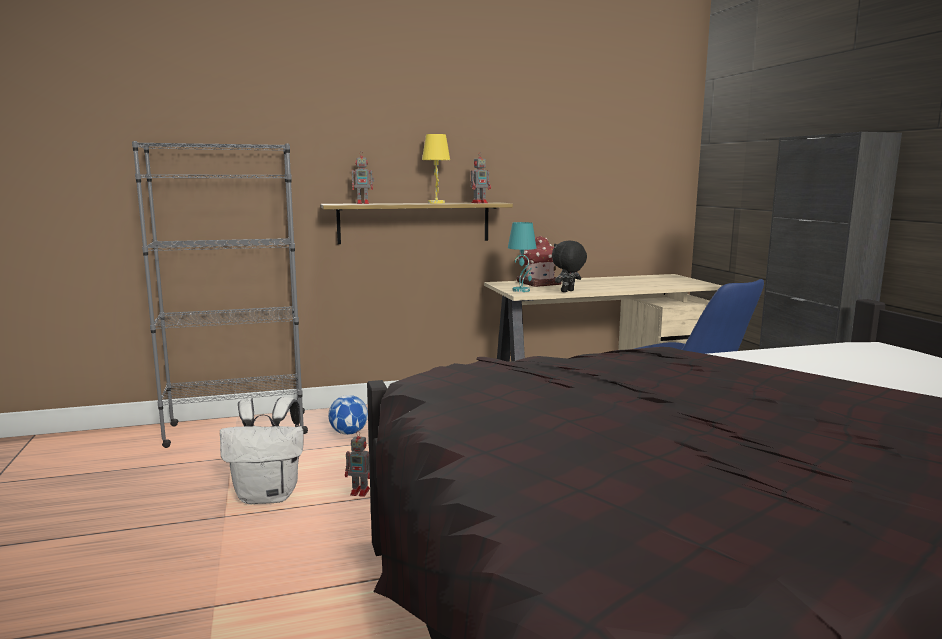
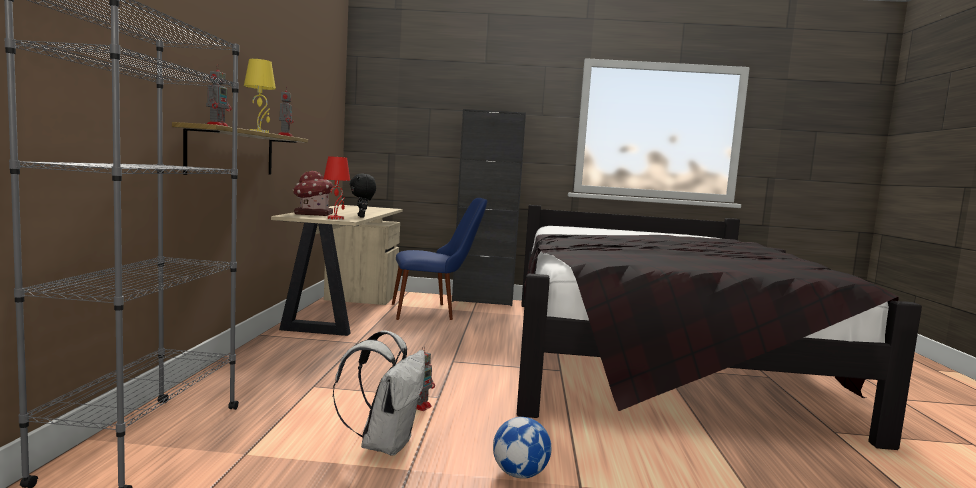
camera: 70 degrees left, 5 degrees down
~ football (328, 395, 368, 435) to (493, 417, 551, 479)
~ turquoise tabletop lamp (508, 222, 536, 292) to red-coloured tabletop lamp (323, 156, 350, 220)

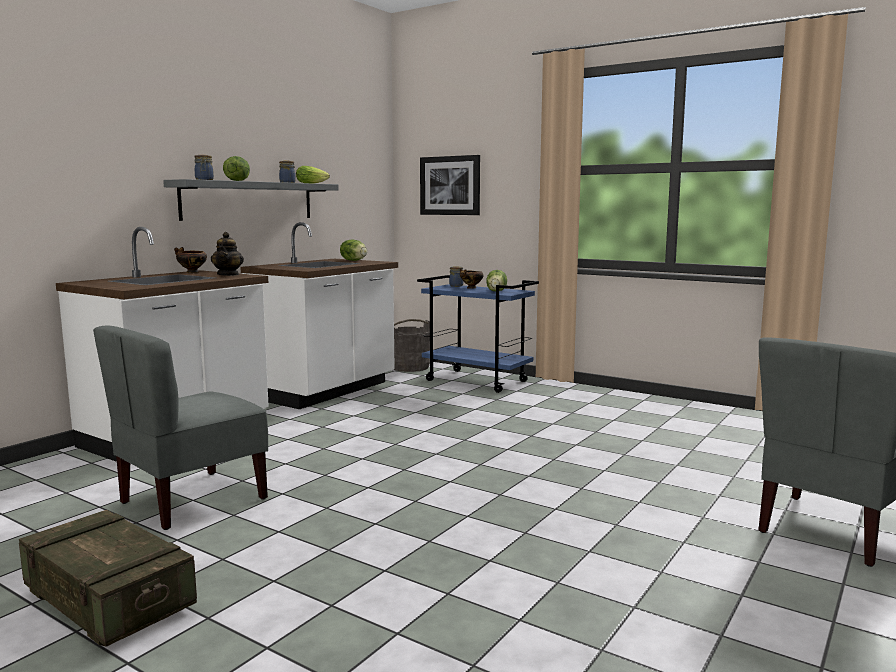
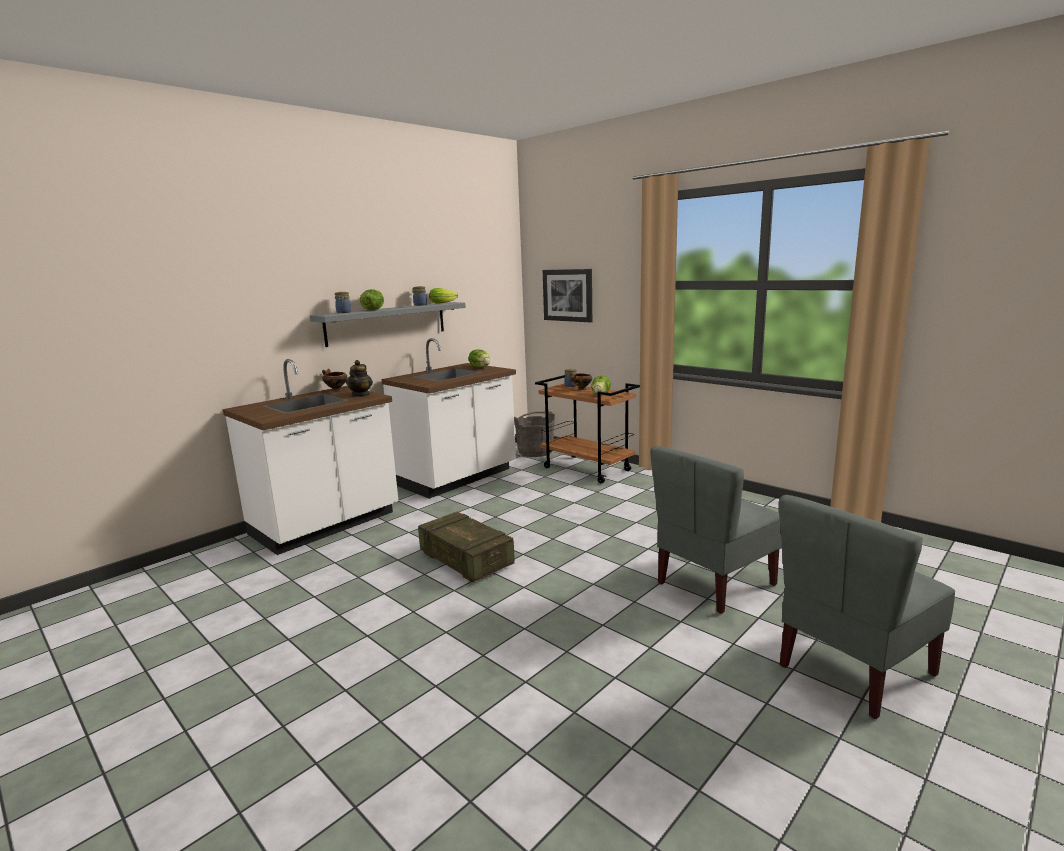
camera: 10 degrees right, 5 degrees up
~ shipping crate (19, 510, 197, 647) to (418, 512, 515, 582)
~ greyish chair (93, 325, 268, 530) to (650, 446, 782, 614)
~ blue wheeled cart (417, 275, 539, 393) to brown-coloured wheeled cart (535, 375, 640, 484)

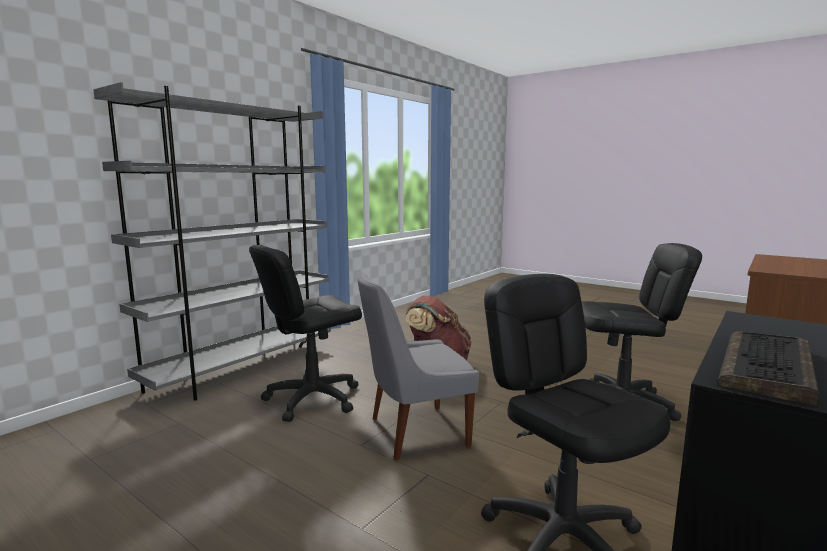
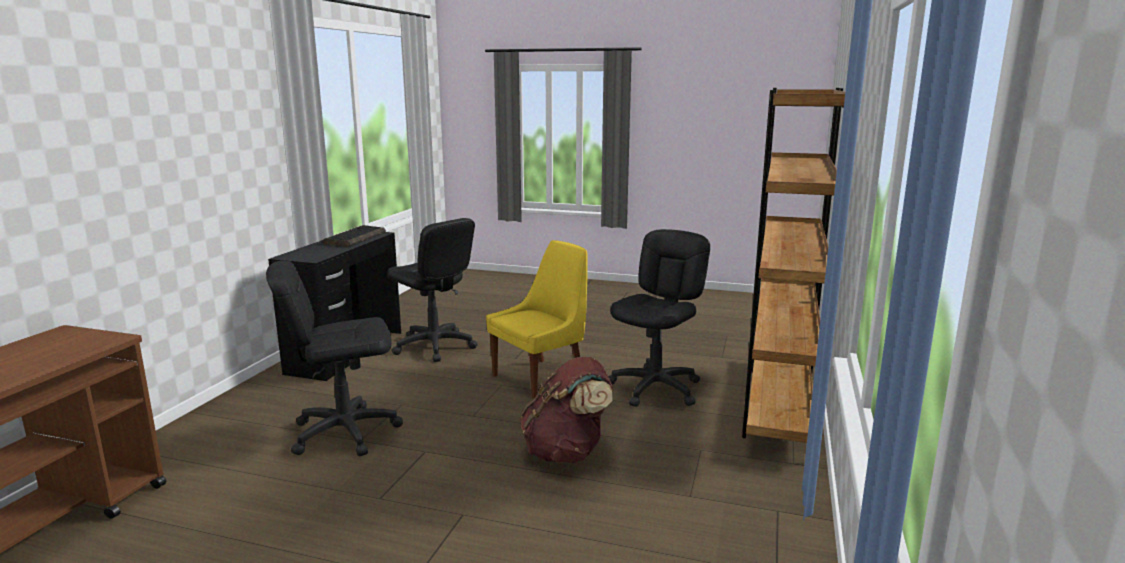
camera: 160 degrees right, 5 degrees up
~ greyish bookshelf (93, 82, 330, 401) to brown-coloured bookshelf (742, 88, 845, 443)
~ greyish chair (358, 272, 479, 460) to yellowish chair (486, 240, 588, 399)

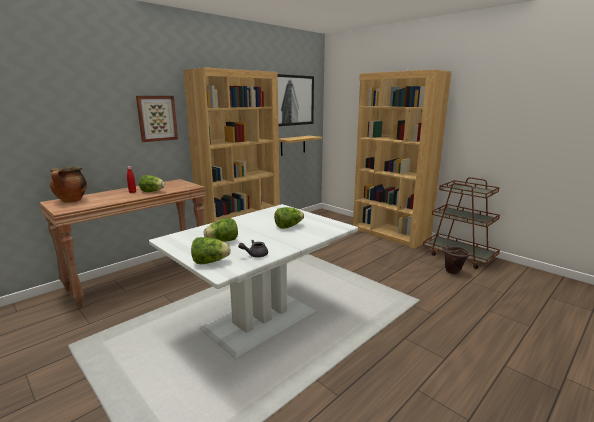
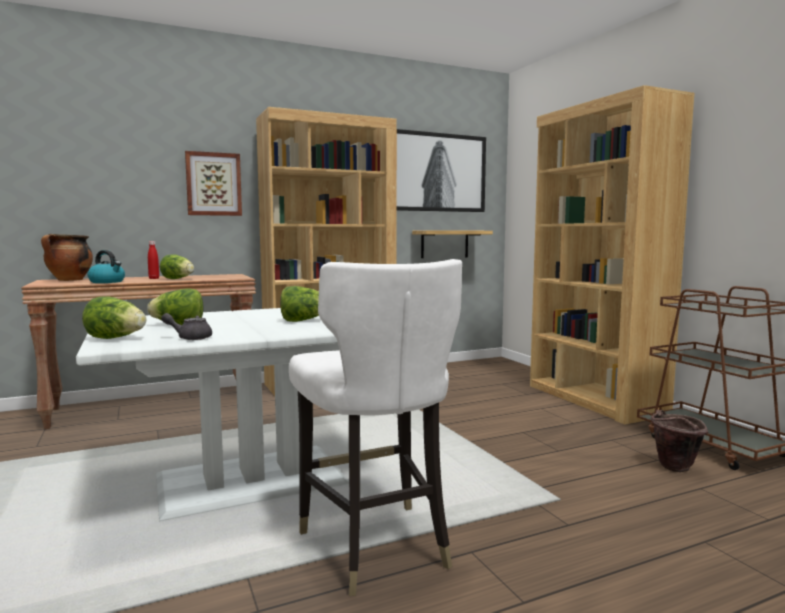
camera: 20 degrees right, 10 degrees down
+ water kettle (87, 250, 125, 283)
+ white chair (289, 259, 462, 596)

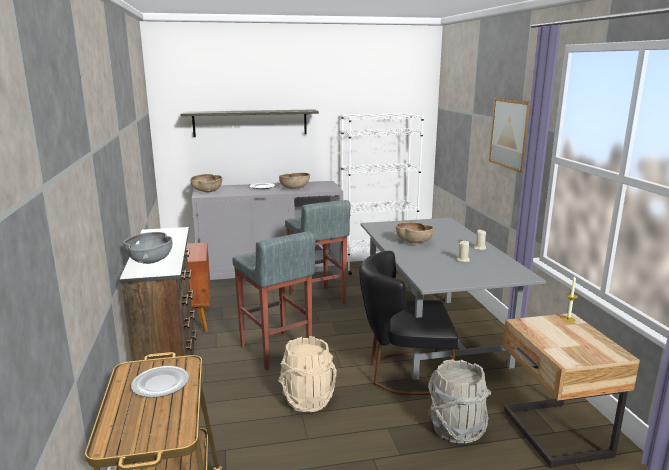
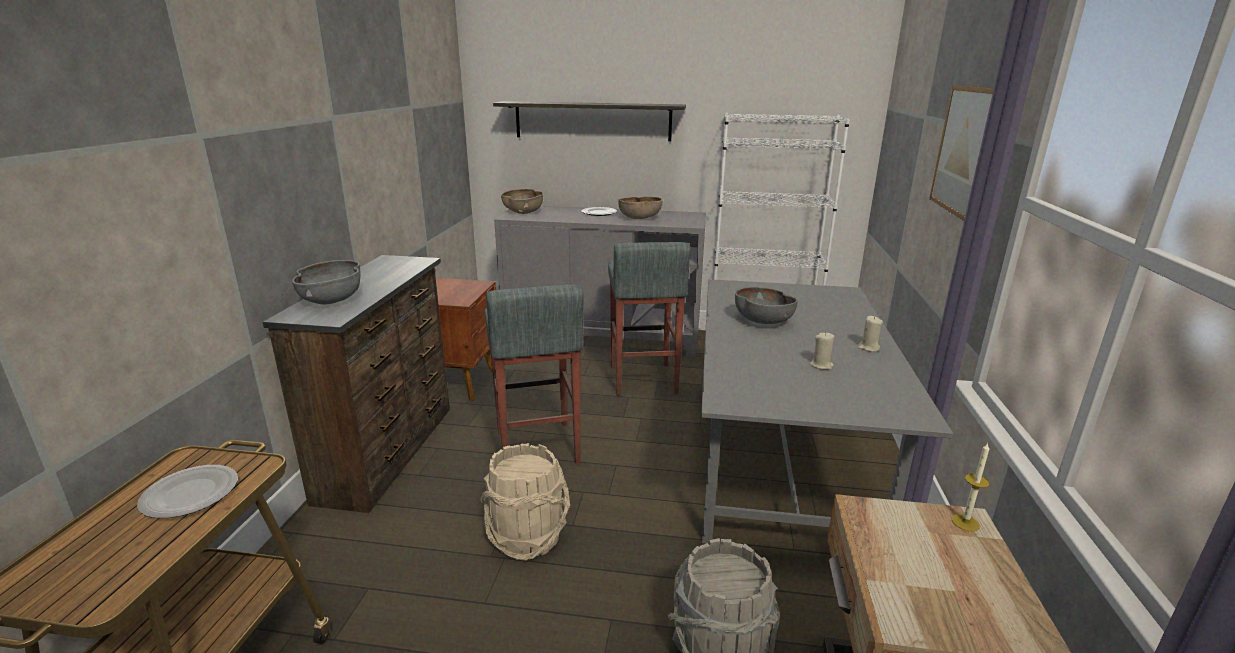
camera: 20 degrees right, 5 degrees up
- black-coloured chair (359, 251, 458, 395)
~ brown-coloured deep dish (396, 222, 434, 243) to greyish deep dish (735, 287, 798, 324)

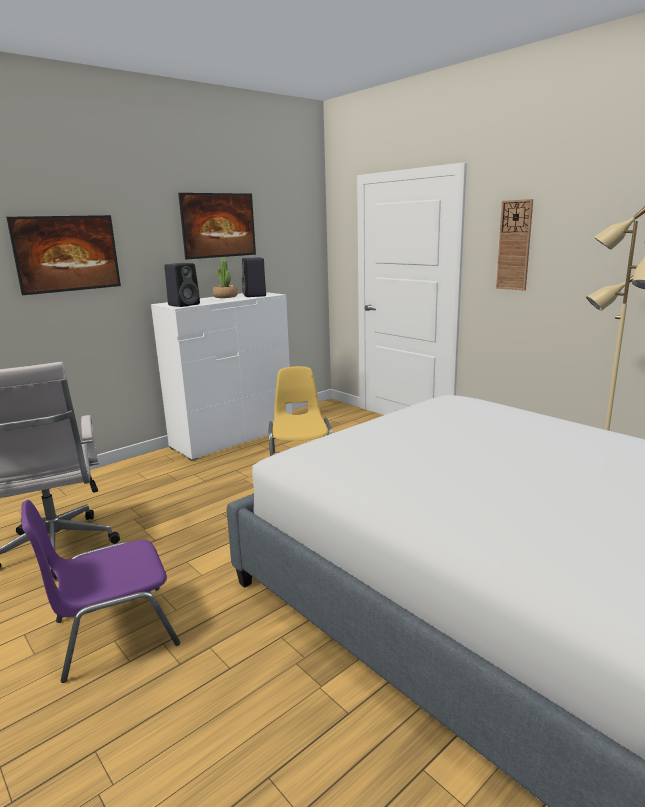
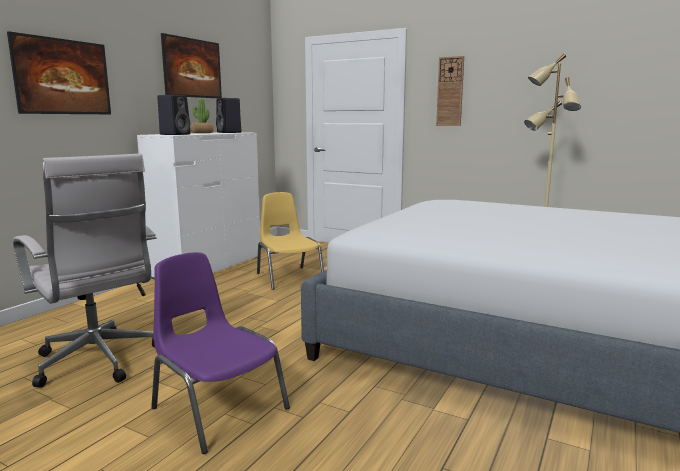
camera: 20 degrees left, 5 degrees down
~ purple-coloured chair (21, 500, 180, 683) = (151, 252, 290, 454) 90 degrees clockwise

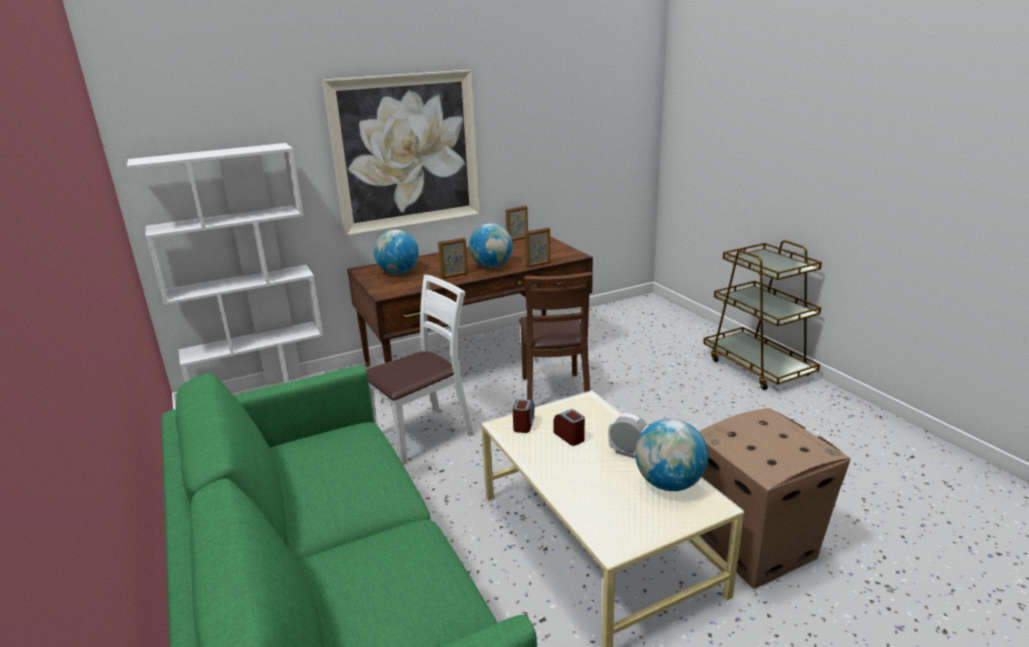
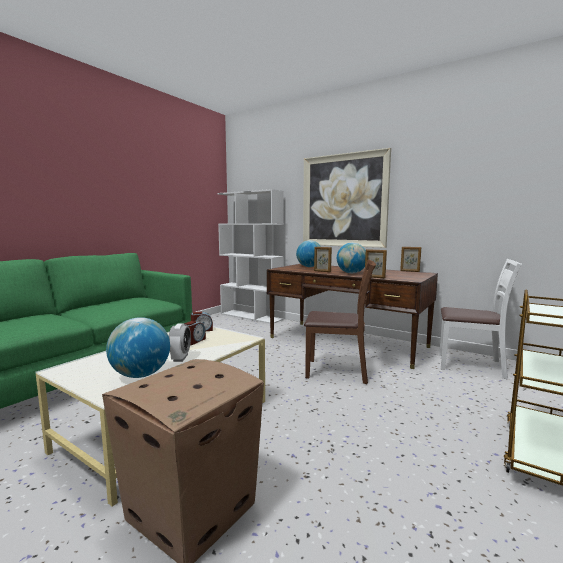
camera: 60 degrees right, 15 degrees down
~ white chair (366, 275, 474, 465) to (439, 259, 522, 379)
~ brown-coloured chair (519, 272, 592, 400) = (304, 260, 376, 384) 135 degrees counterclockwise

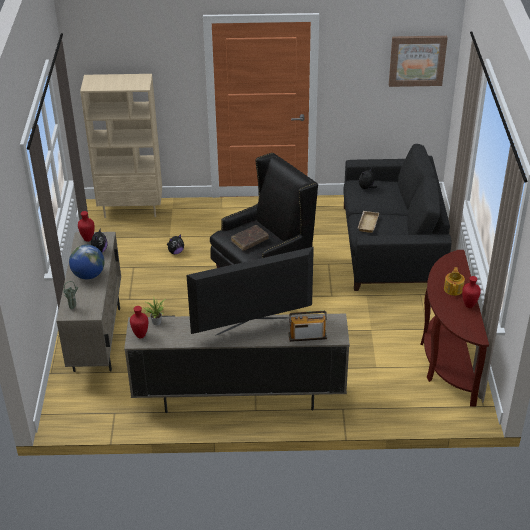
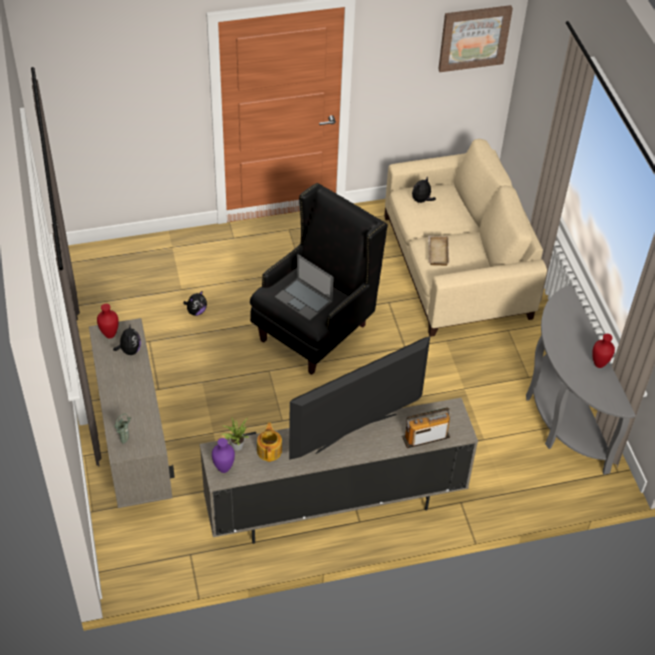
camera: 15 degrees left, 10 degrees up
- globe (69, 245, 105, 279)
- sand-coloured bookshelf (80, 74, 162, 218)
~ red-coloured flower vase (130, 306, 148, 338) to purple-coloured flower vase (212, 438, 235, 473)
~ brown-coloured bound book (231, 225, 269, 251) to portable computer (275, 254, 334, 321)
~ black-coloured settee (343, 144, 452, 291) to sand-coloured settee (384, 139, 547, 337)
~ brown-coloured narrow table (420, 250, 489, 407) to greyish narrow table (526, 285, 636, 475)
~ pot for tea (444, 267, 465, 296) to (257, 423, 282, 462)

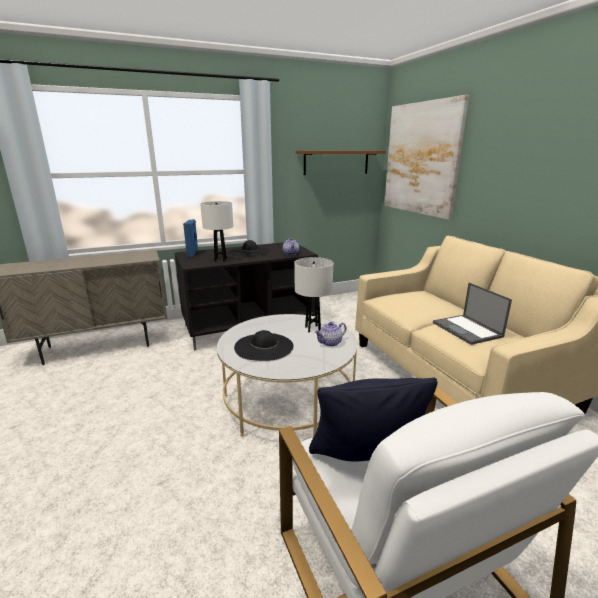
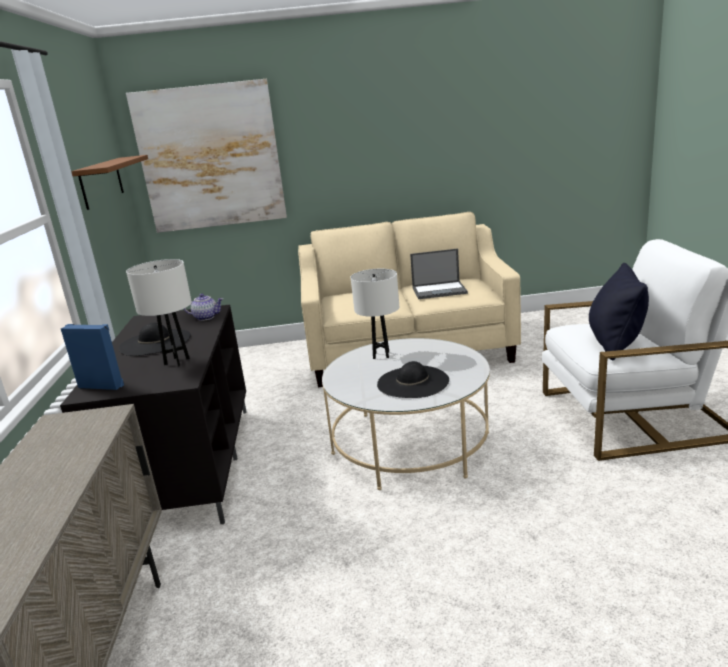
camera: 70 degrees left, 0 degrees up
- pot for tea (314, 322, 347, 347)

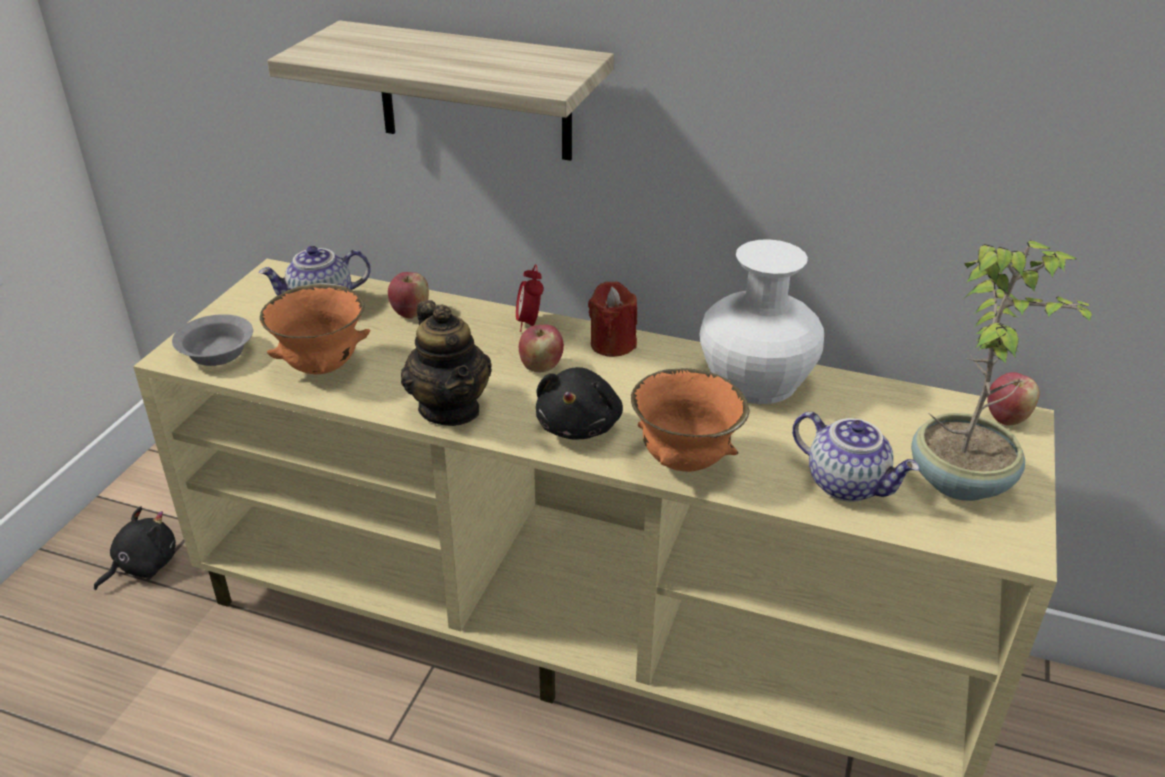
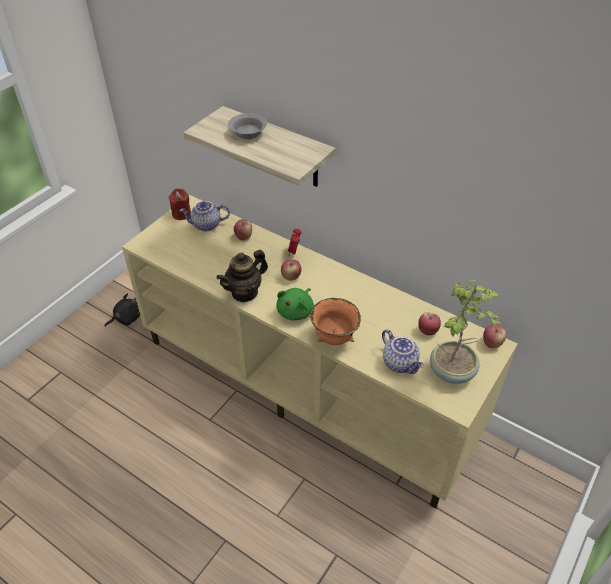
camera: 15 degrees right, 10 degrees up
~ greyish deep dish (172, 314, 253, 366) to (228, 113, 267, 139)
- orange-coloured deep dish (260, 283, 370, 375)
~ pot for tea (401, 300, 492, 426) = (216, 250, 268, 302) 60 degrees clockwise
~ black-coloured plush toy (536, 367, 623, 440) to green plush toy (276, 288, 314, 320)
~ red-coloured wax candle (588, 282, 637, 357) to (168, 188, 191, 220)
- white flower vase (699, 239, 824, 404)
+ apple (418, 312, 441, 335)

